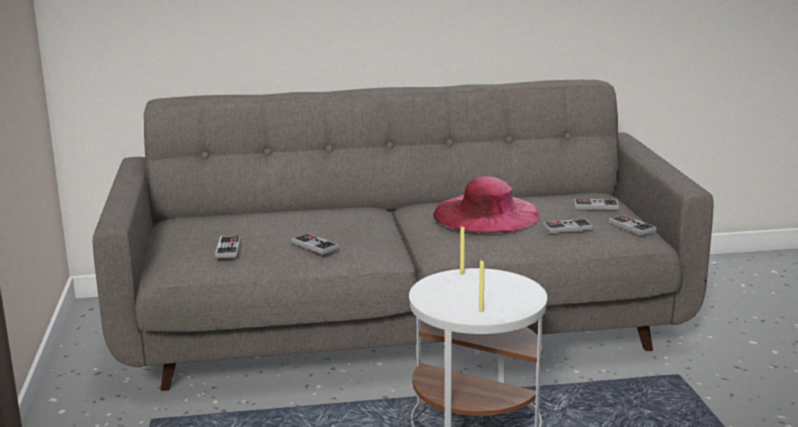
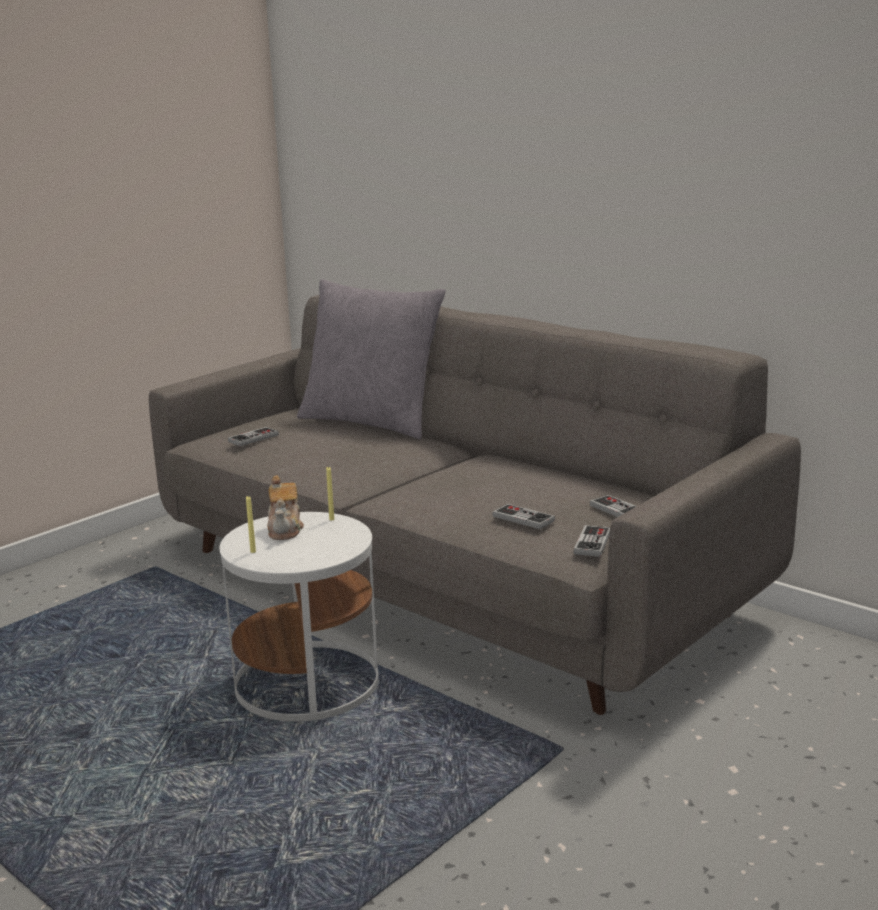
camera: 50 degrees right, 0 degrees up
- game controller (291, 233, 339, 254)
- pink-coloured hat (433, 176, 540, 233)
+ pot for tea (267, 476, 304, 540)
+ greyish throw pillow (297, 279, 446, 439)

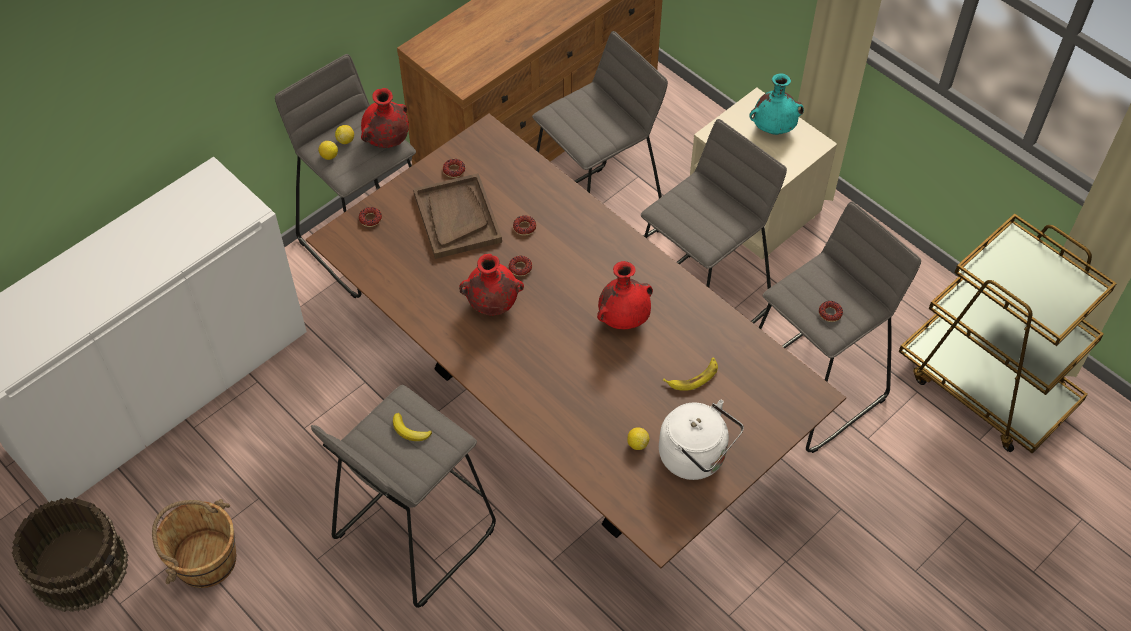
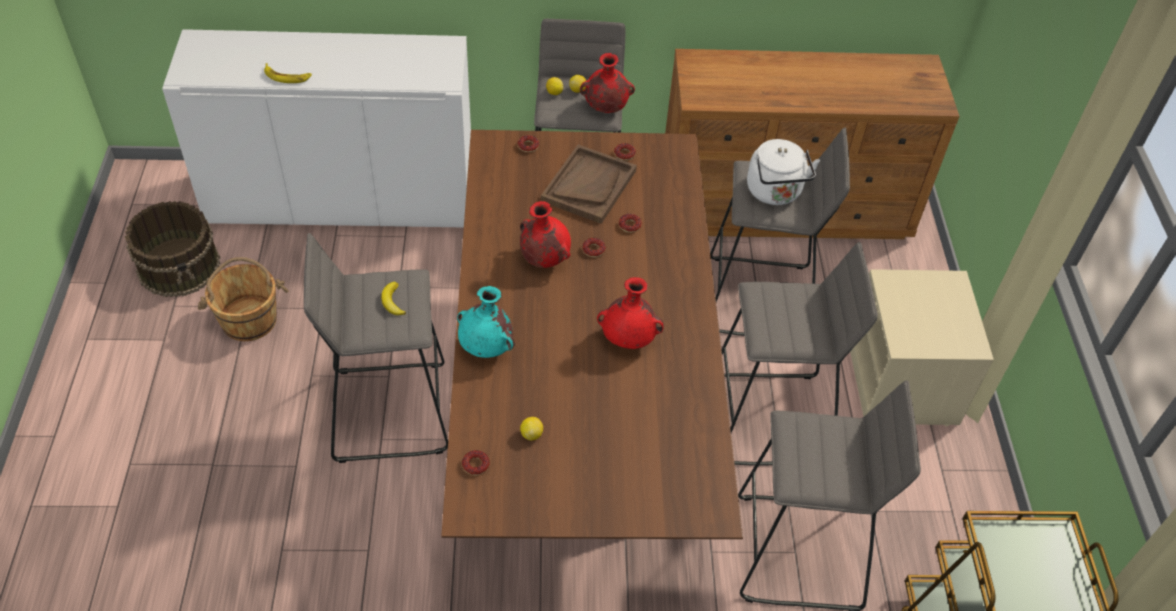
camera: 40 degrees right, 5 degrees down
~ white water kettle (659, 400, 744, 480) to (747, 139, 820, 205)
~ banana fruit (663, 358, 718, 391) to (264, 63, 312, 83)
~ turquoise flower vase (749, 73, 804, 135) to (457, 286, 515, 358)
~ ring doughnut (819, 301, 843, 322) to (462, 450, 490, 475)

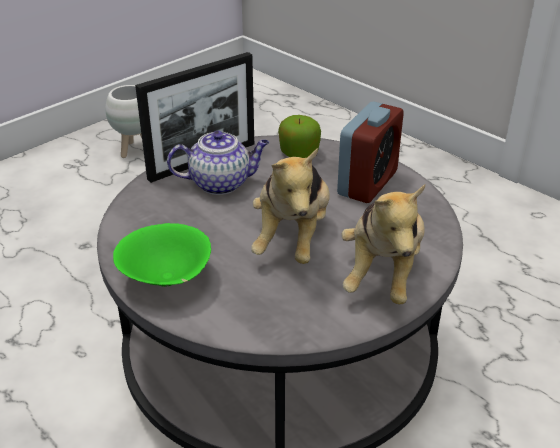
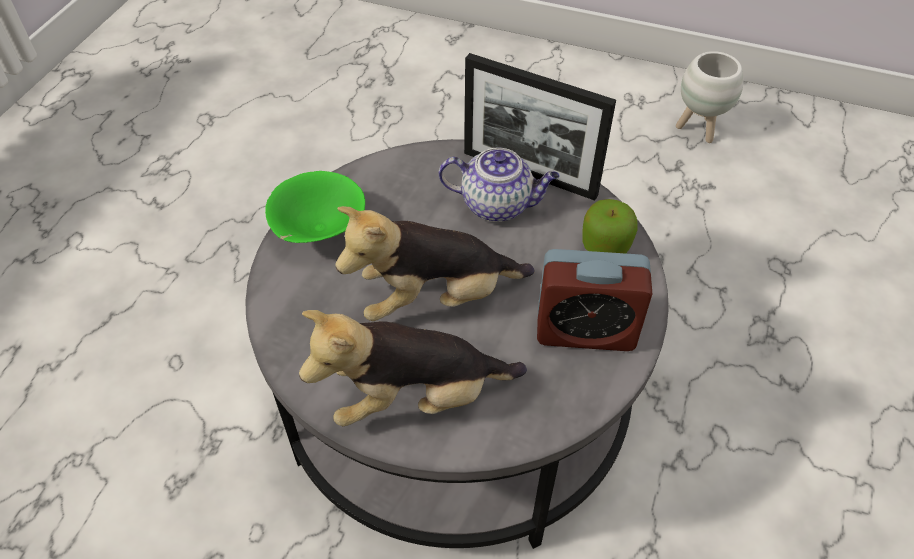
camera: 65 degrees right, 15 degrees up
~ pot for tea (167, 131, 269, 195) = (439, 147, 560, 222) 45 degrees counterclockwise

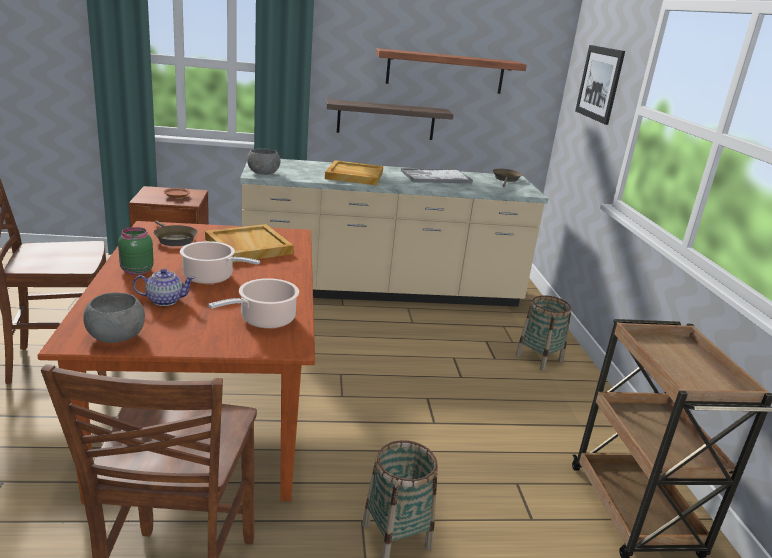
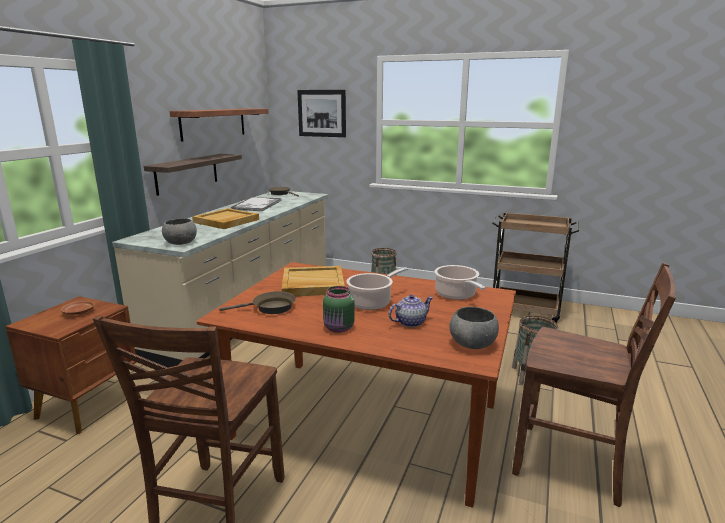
camera: 60 degrees left, 5 degrees down
~ pot for tea (133, 269, 195, 306) = (389, 294, 433, 327) 45 degrees clockwise

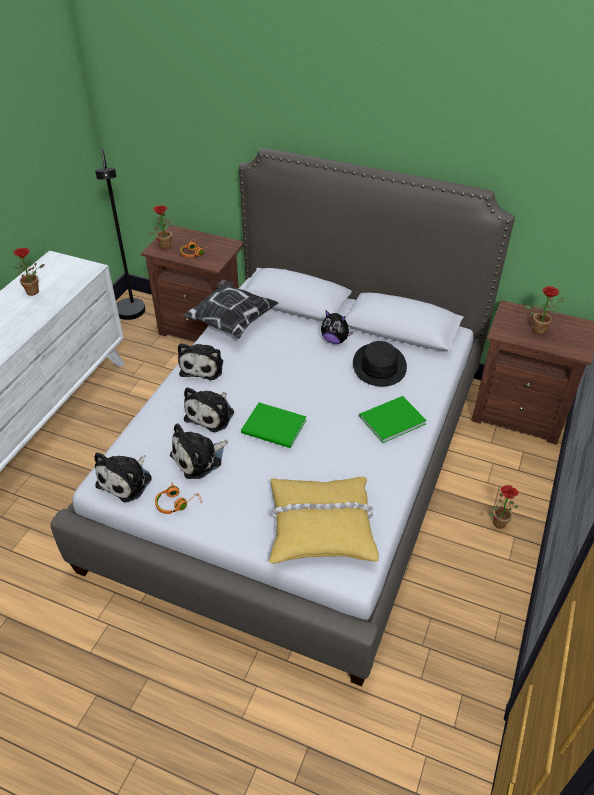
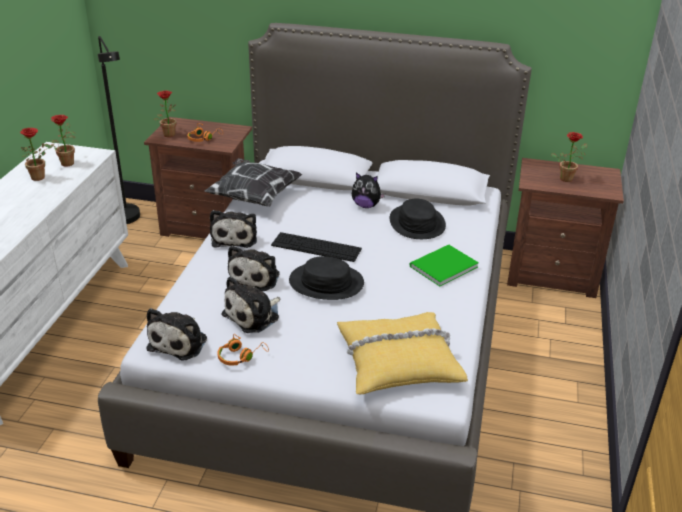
camera: 10 degrees left, 10 degrees down
~ green bound book (241, 403, 307, 448) to black-coloured hat (289, 256, 364, 300)
~ plant in a pot (489, 485, 519, 529) to (44, 115, 75, 167)
+ computer keyboard (271, 232, 362, 262)

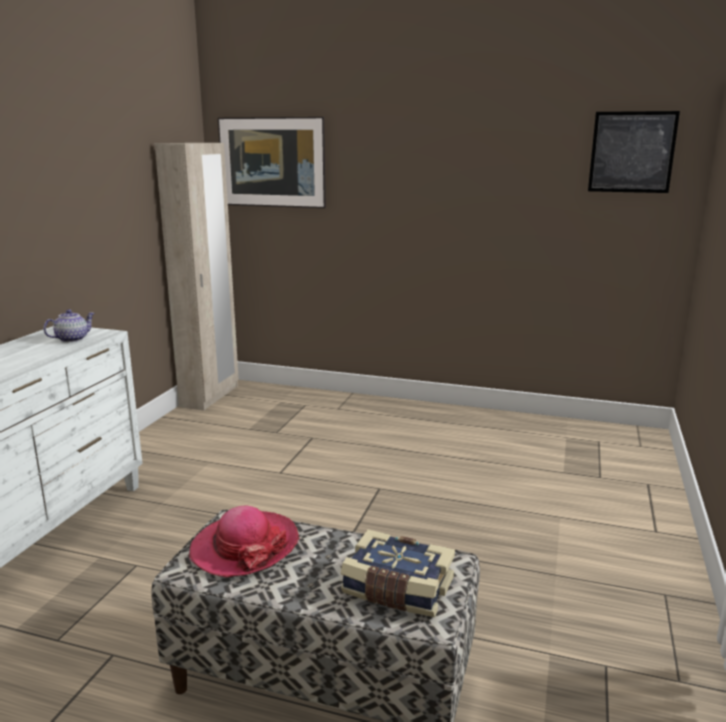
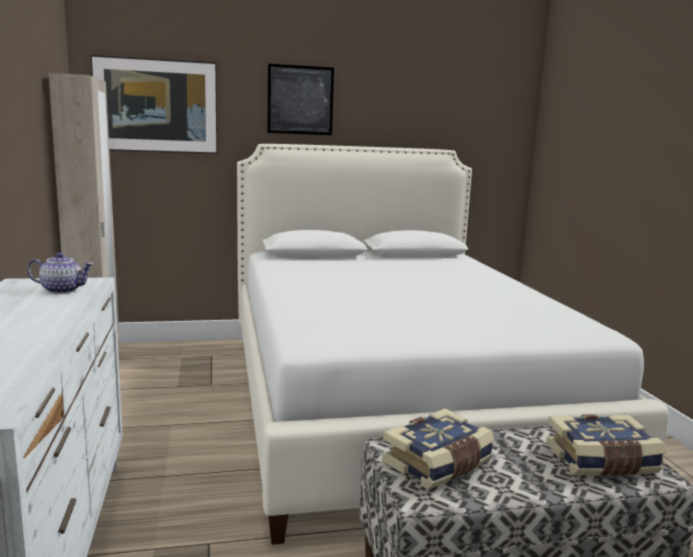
camera: 30 degrees left, 5 degrees down
~ pot for tea (43, 309, 95, 342) = (27, 253, 93, 294) 75 degrees clockwise
~ hat (189, 506, 299, 577) to bound book (382, 409, 495, 490)
~ picture (588, 111, 680, 193) to (267, 64, 334, 135)
+ white bedroom bed (237, 144, 669, 545)

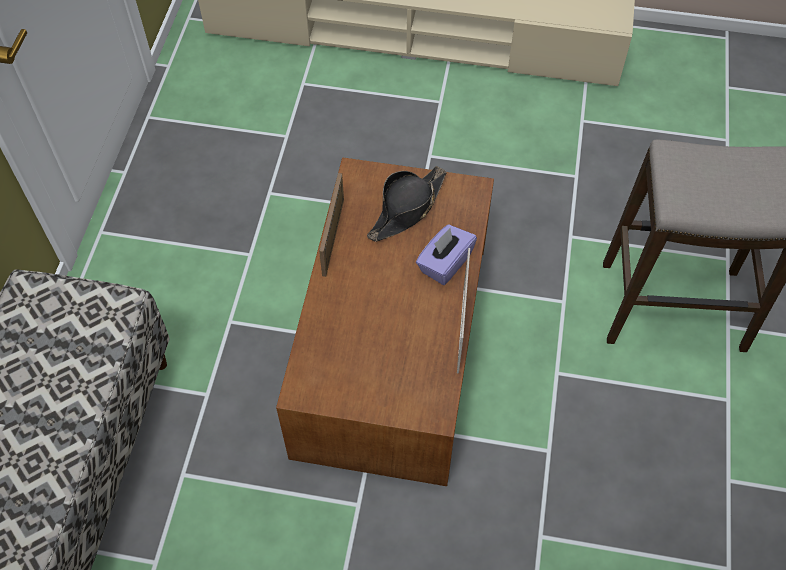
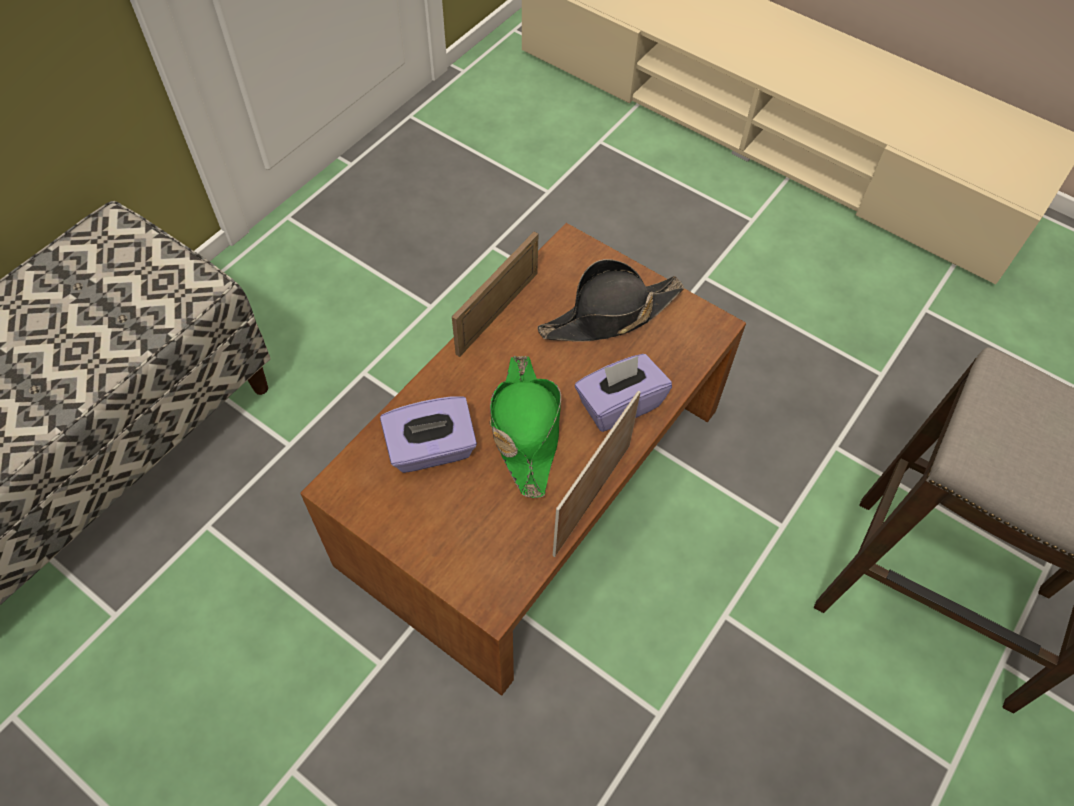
camera: 25 degrees right, 0 degrees up
+ purple-coloured tissue box (380, 396, 477, 473)
+ green hat (490, 355, 561, 498)

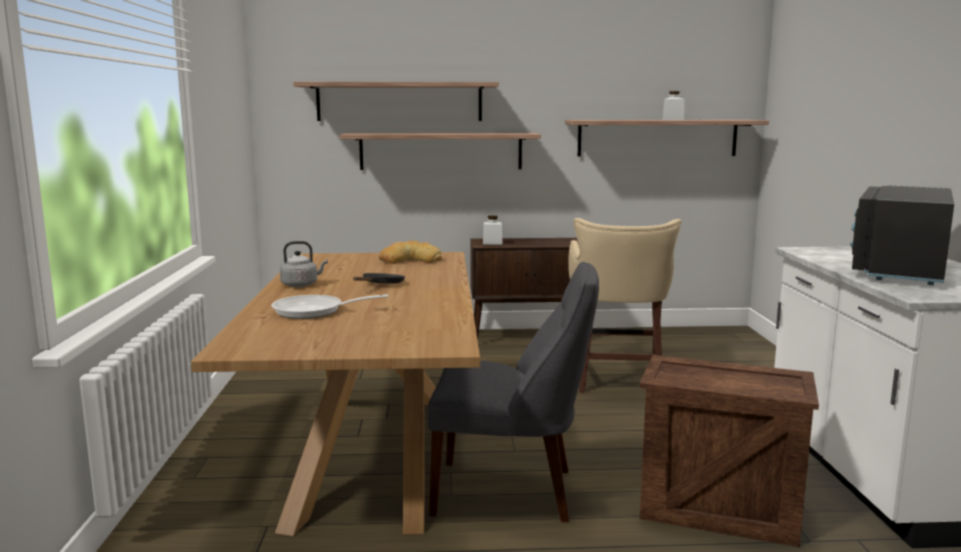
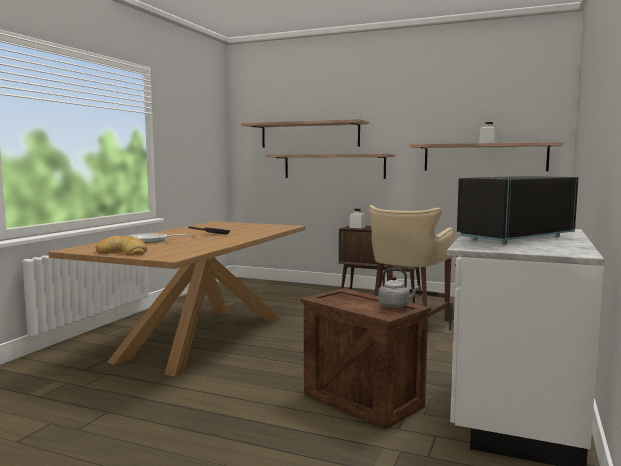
camera: 25 degrees right, 5 degrees down
~ greyish water kettle (280, 241, 328, 287) to (378, 268, 420, 308)
~ baked bread (379, 241, 442, 264) to (96, 236, 147, 256)
- greyish chair (428, 262, 599, 522)

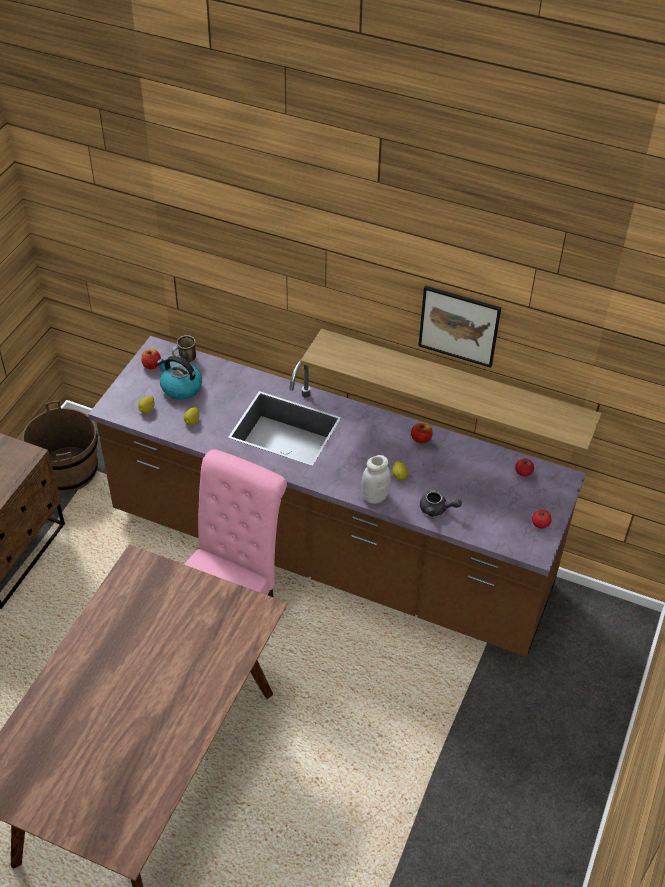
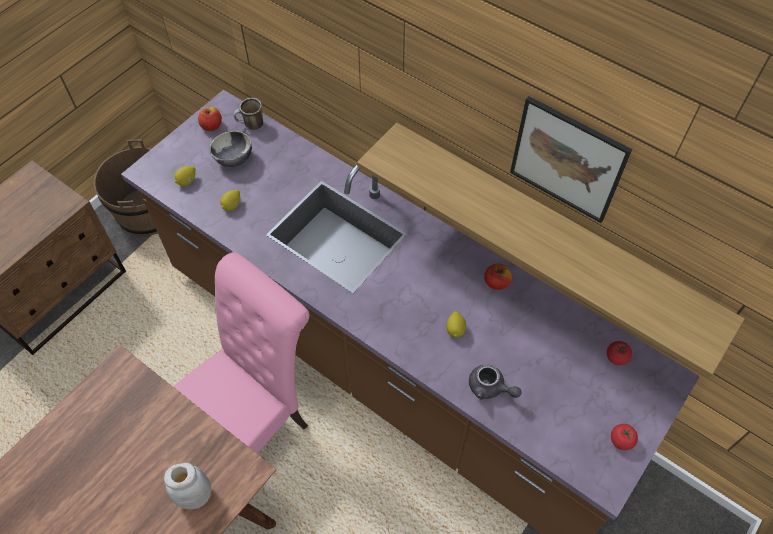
camera: 15 degrees right, 10 degrees up
~ water kettle (156, 356, 202, 400) to deep dish (210, 131, 252, 167)
~ white storage jar (362, 455, 391, 504) to (164, 463, 211, 509)

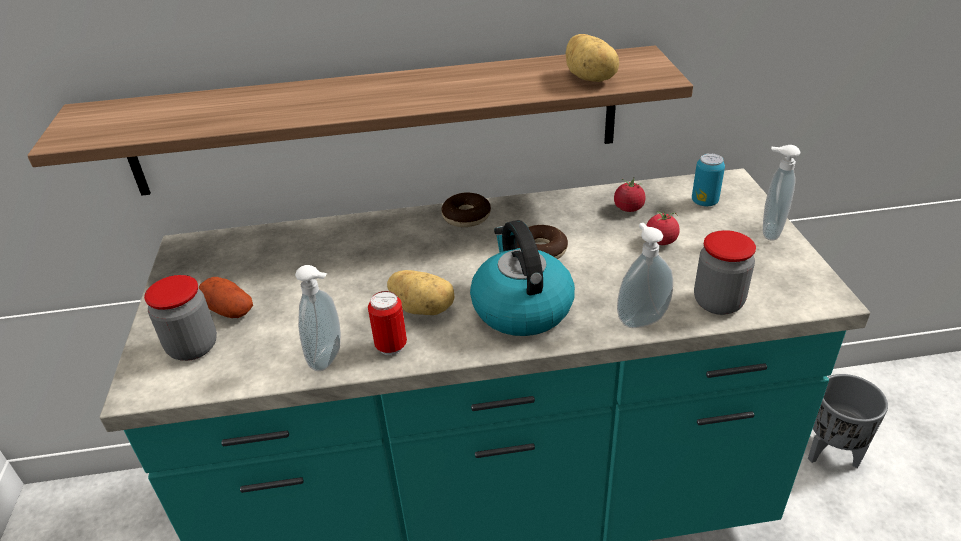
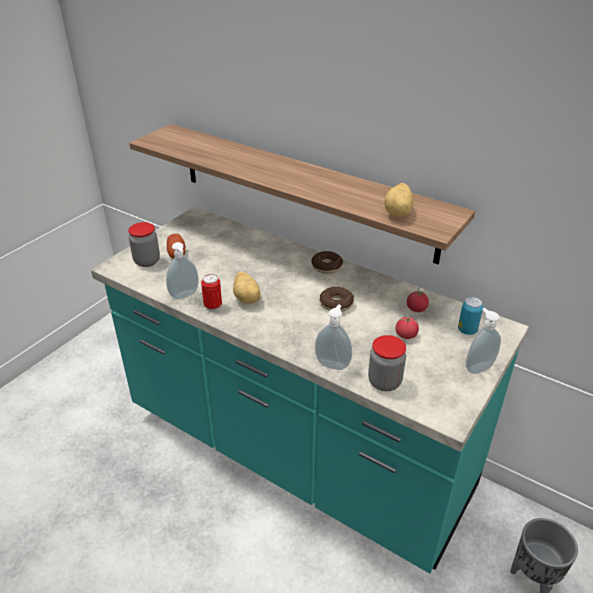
camera: 40 degrees right, 0 degrees up
- water kettle (470, 220, 575, 336)

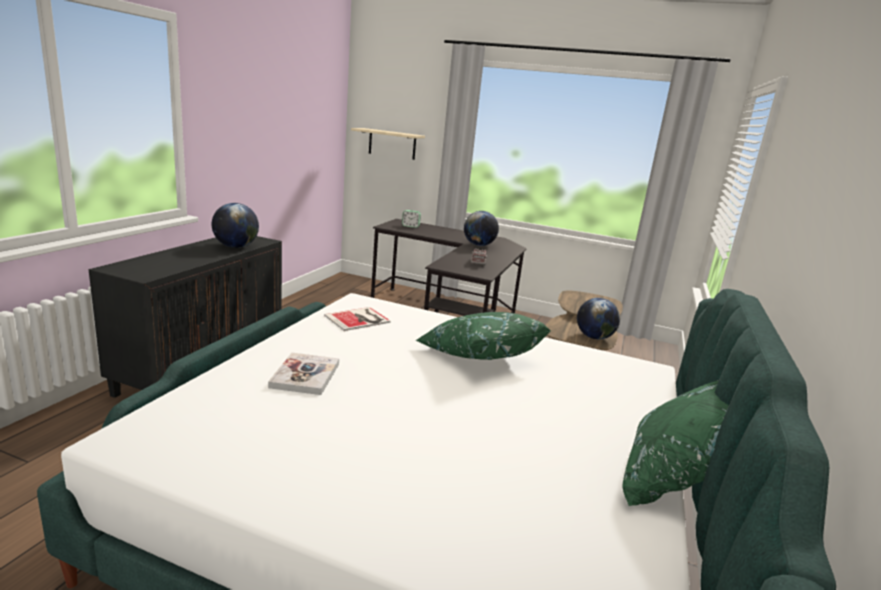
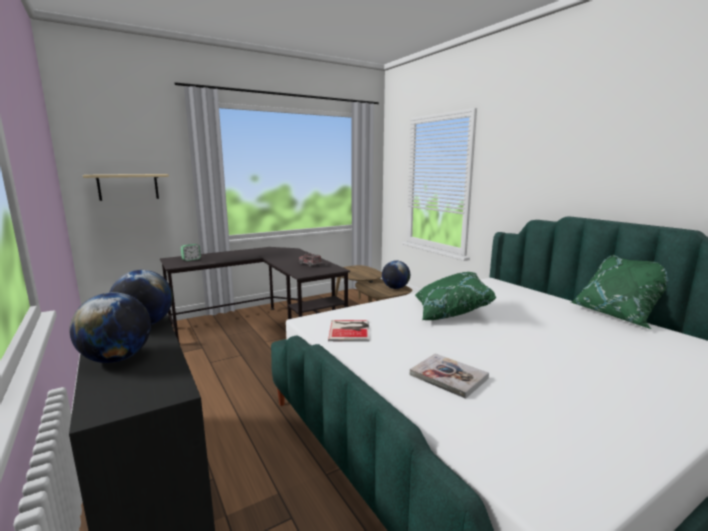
camera: 50 degrees left, 5 degrees down
~ globe (464, 211, 499, 246) to (70, 292, 151, 363)

